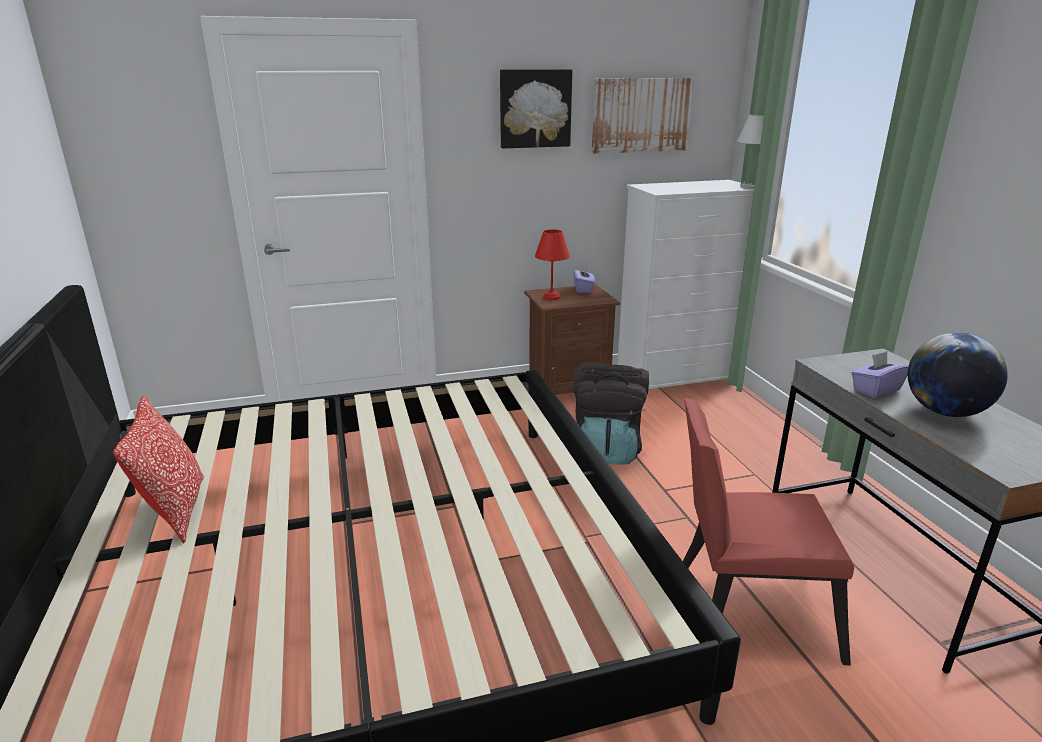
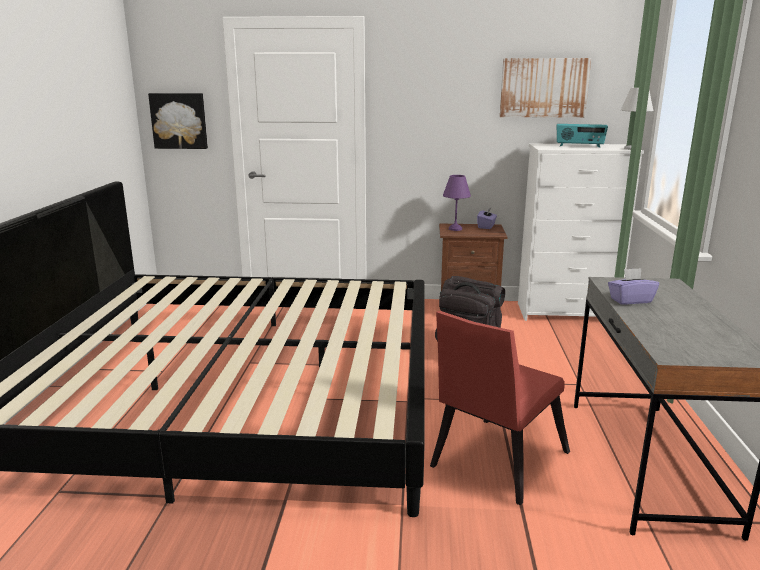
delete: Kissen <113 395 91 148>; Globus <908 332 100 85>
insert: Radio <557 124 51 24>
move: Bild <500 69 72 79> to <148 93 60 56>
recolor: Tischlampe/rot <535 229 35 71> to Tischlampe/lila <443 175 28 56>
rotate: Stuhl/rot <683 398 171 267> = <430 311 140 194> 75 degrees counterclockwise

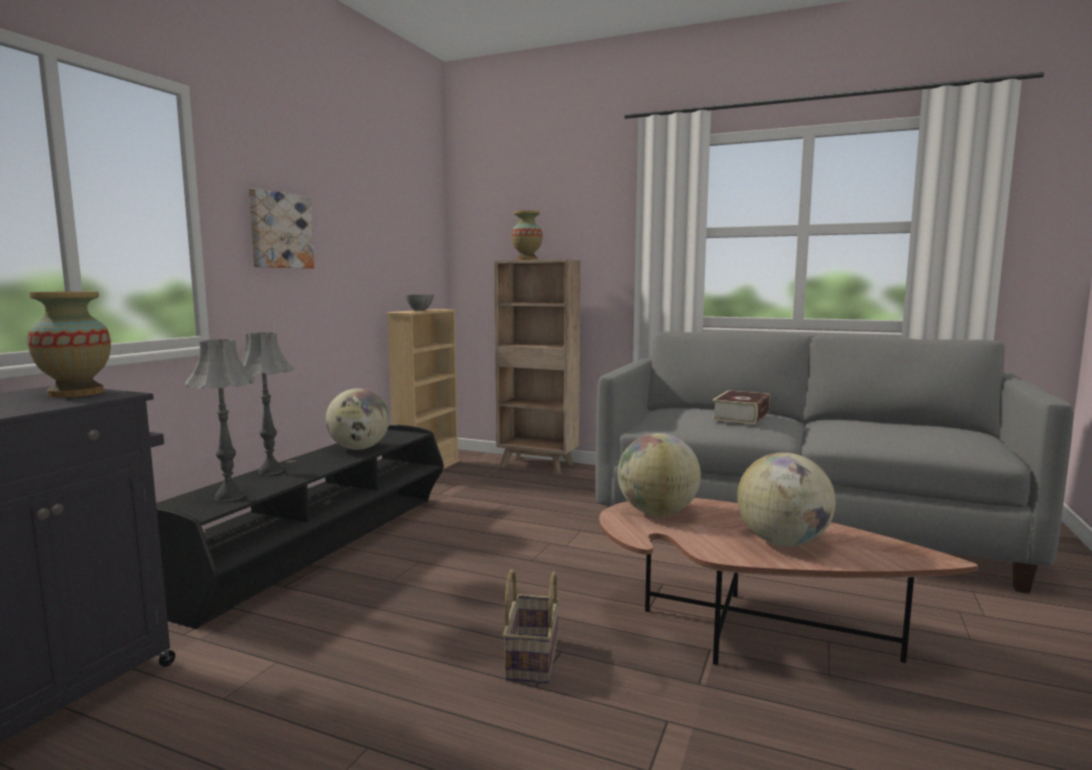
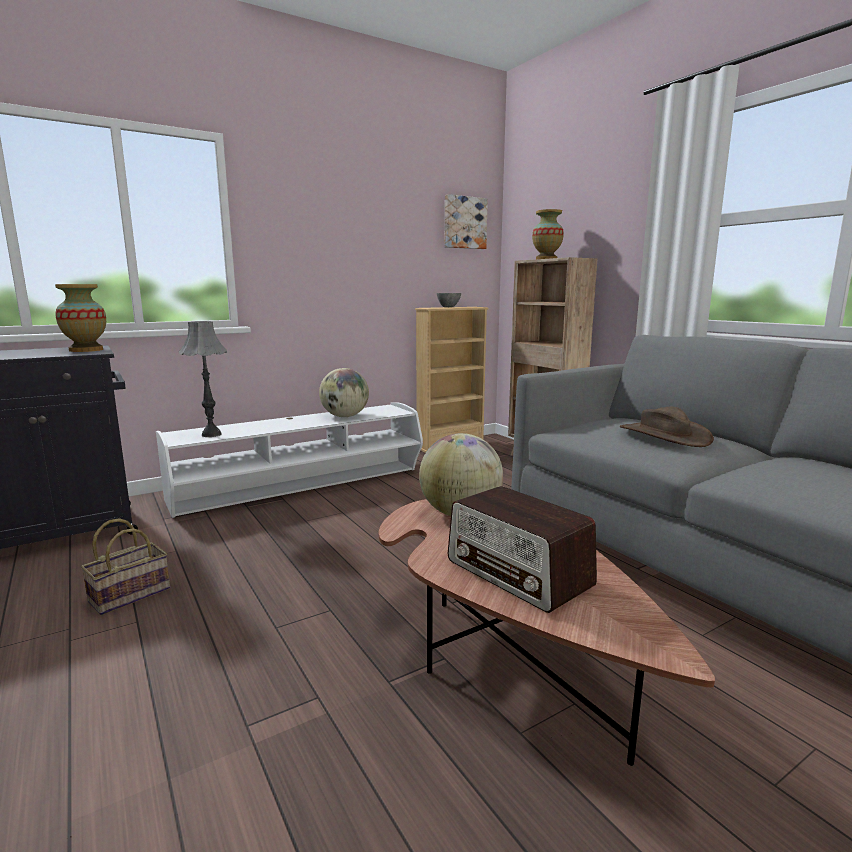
delete: Tischlampe/grau <241 332 53 143>
move: Bild <249 188 65 81> to <445 194 43 55>; Korb <503 569 56 115> to <81 518 89 97>
replace: Buch <711 390 59 34> to Hut/braun <620 407 94 40>; Globus <737 452 99 94> to Radio <448 486 149 127>
recolor: Fernsehschrank/schwarz <156 425 288 204> to Fernsehschrank/weiß <156 402 267 116>

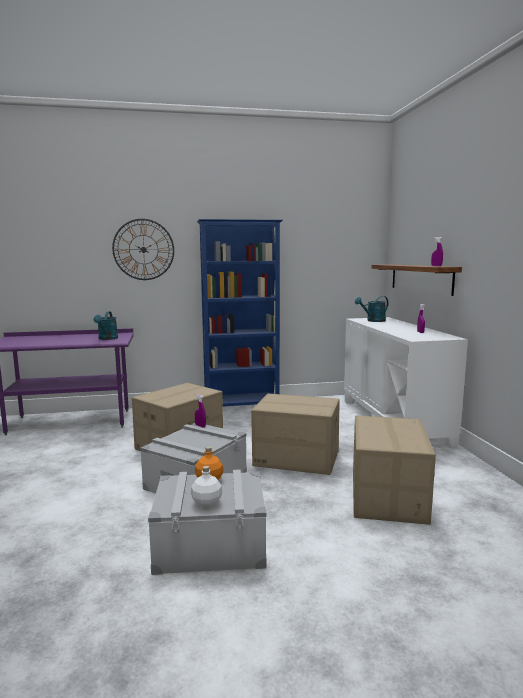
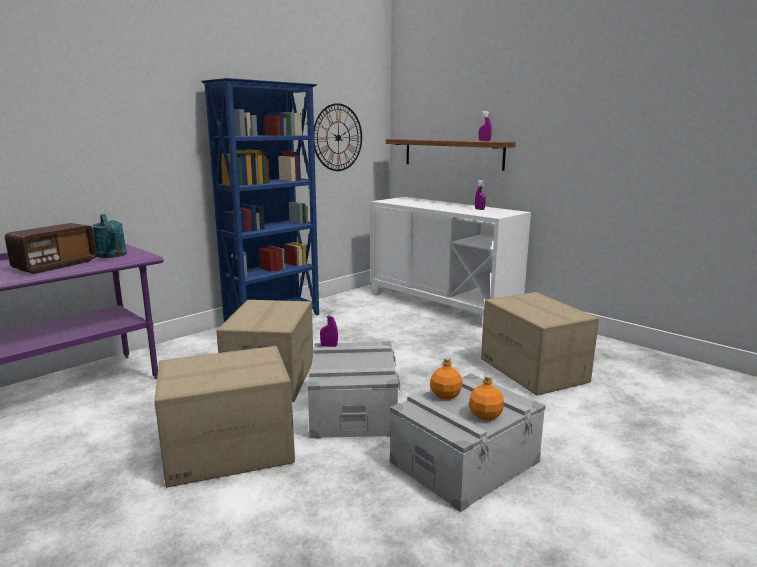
delete: Gießkanne/türkis <355 296 33 26>
insert: Radio <5 223 92 51>
move: Wanduhr <112 219 62 61> to <314 103 48 68>; Karton <251 394 89 81> to <154 346 141 141>
recolor: Flasche/weiß <191 466 32 42> to Flasche/orange <469 375 35 45>

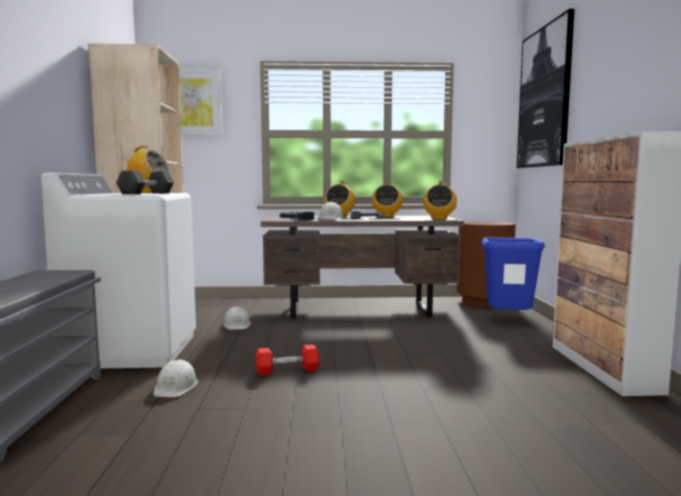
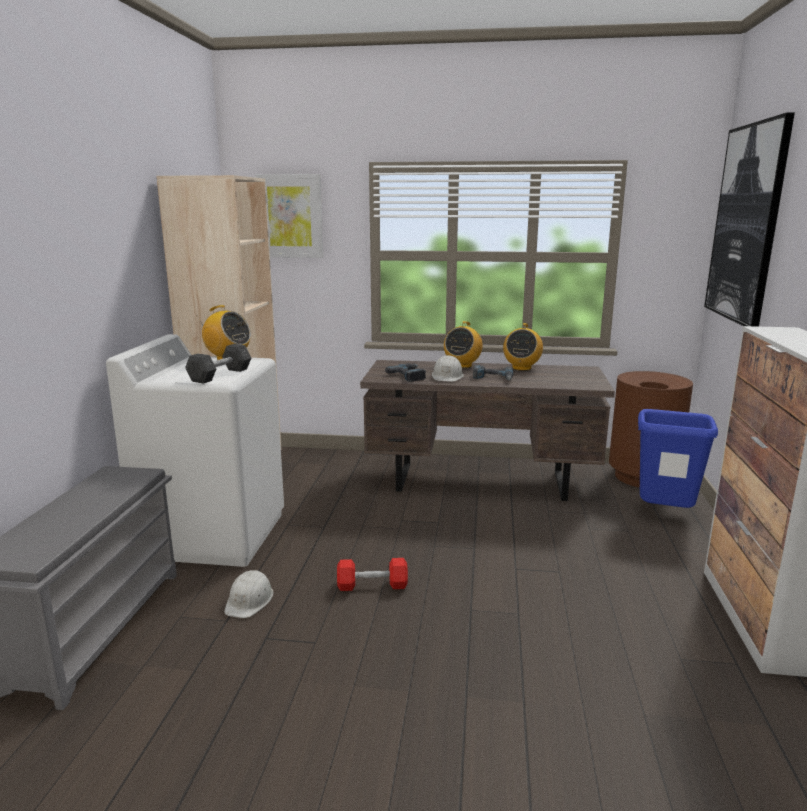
delete: Schutzhelm/weiß <223 307 28 23>; Radio <423 181 34 38>

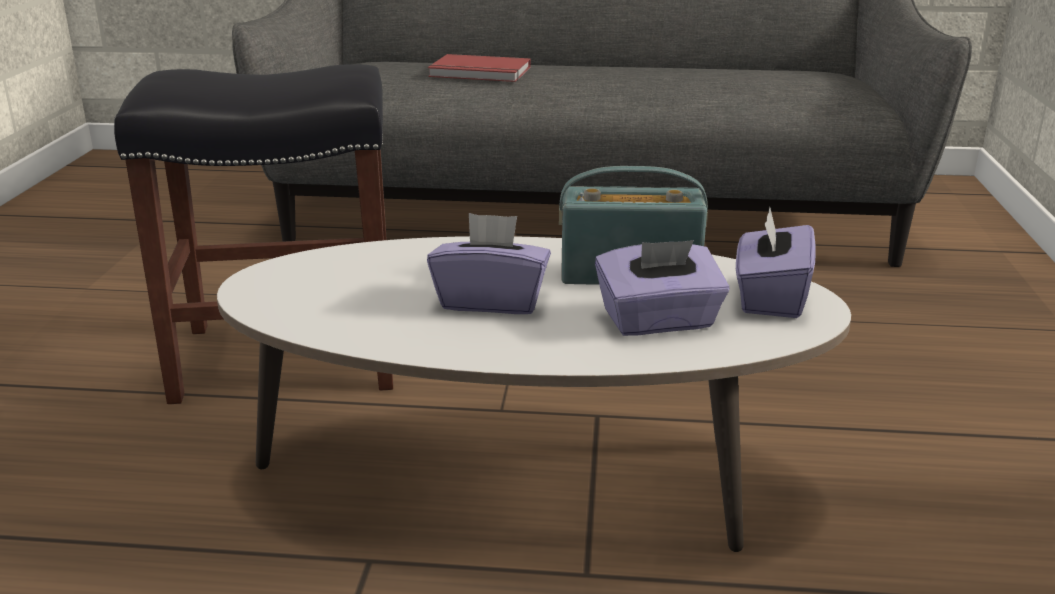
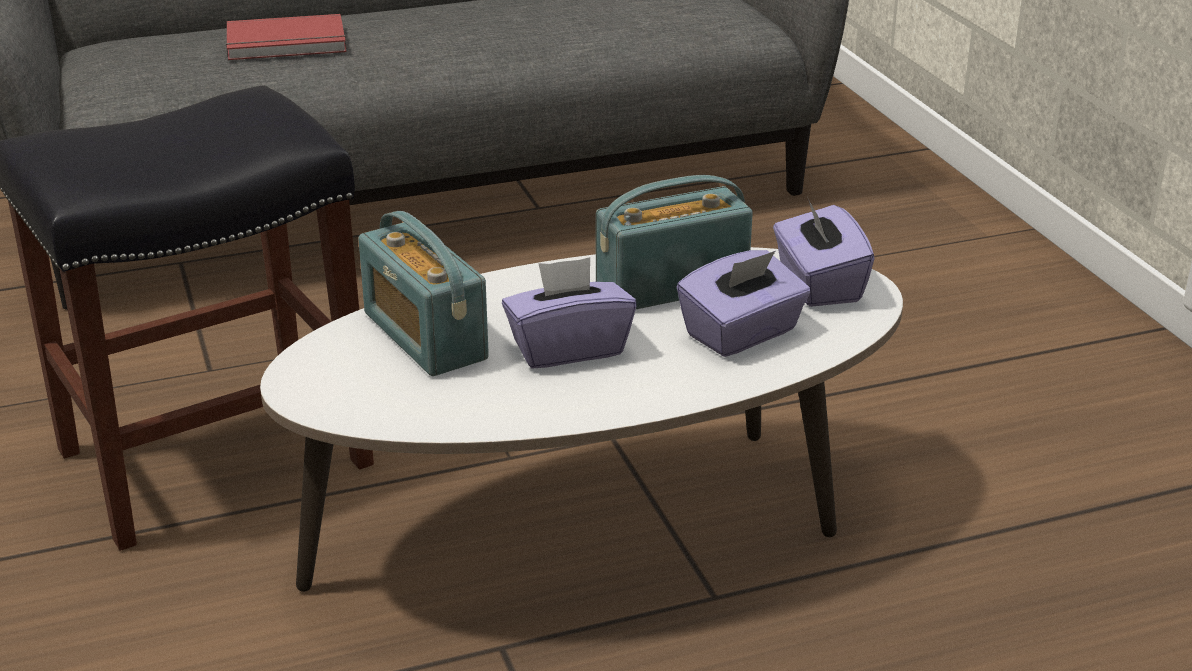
insert: Radio <358 211 131 165>

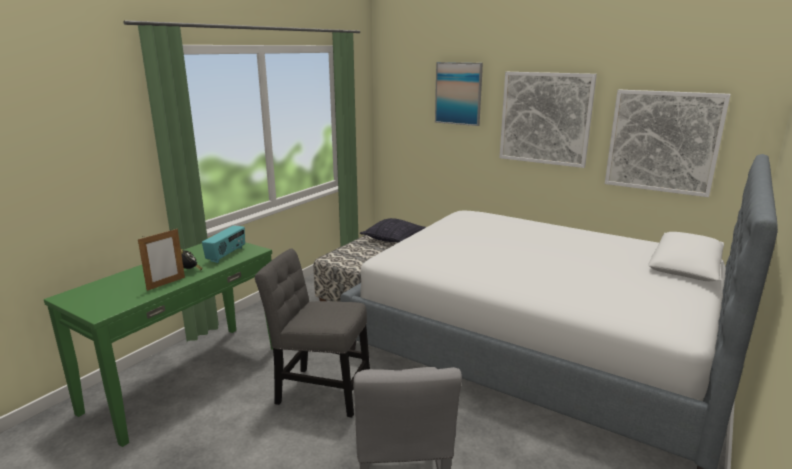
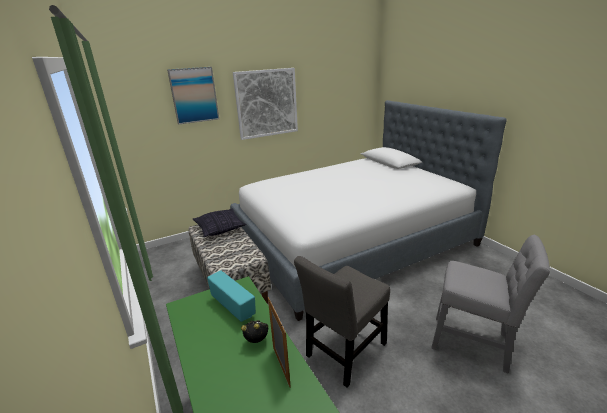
delete: Bild <605 90 126 107>

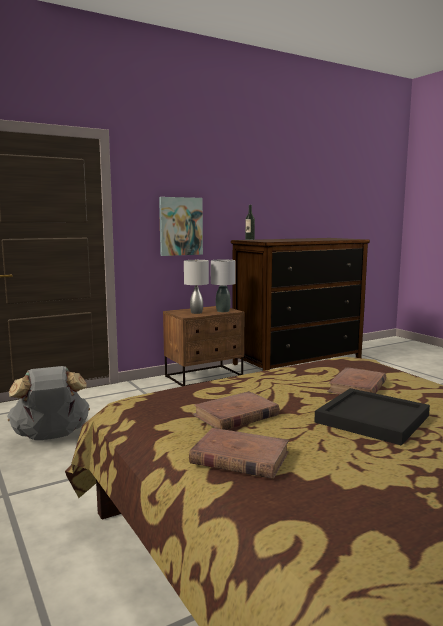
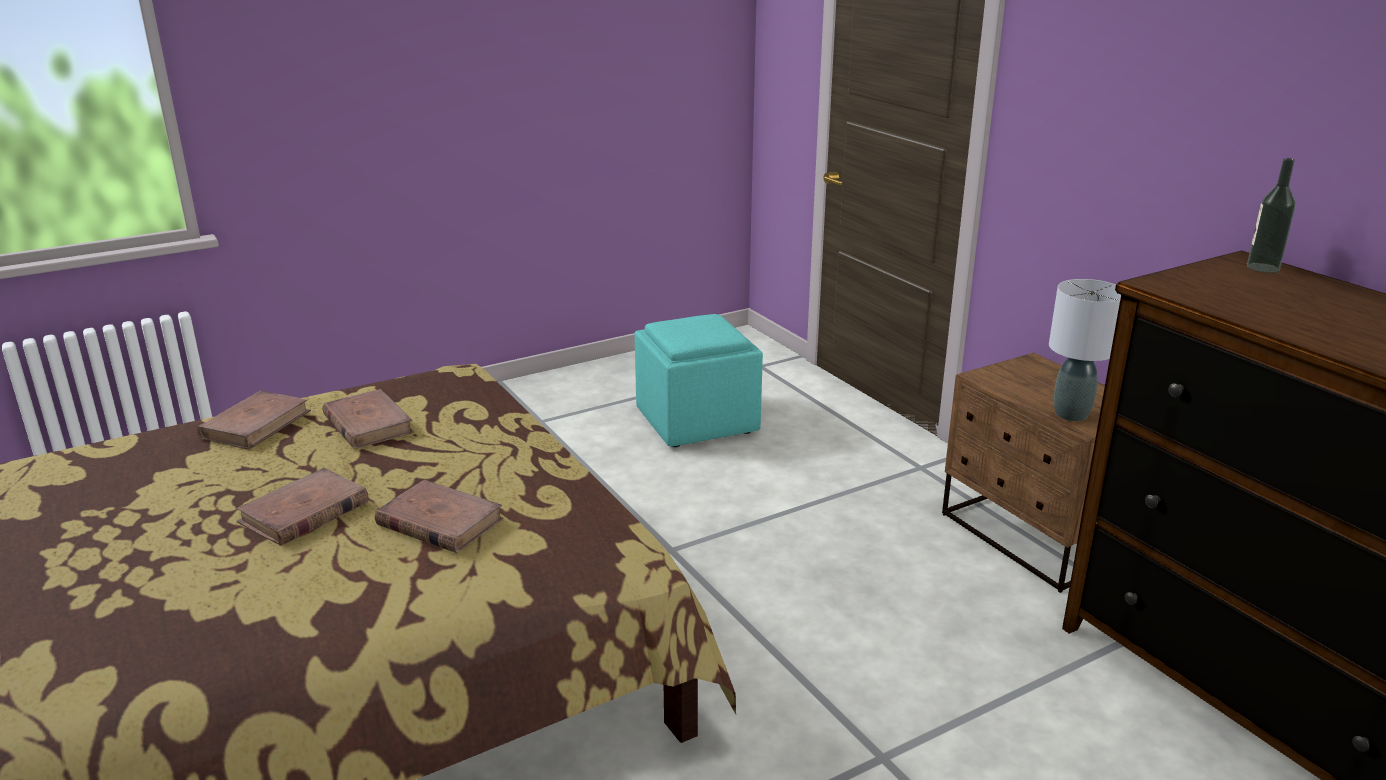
delete: Bild <159 197 44 59>; Tischlampe/grau <184 260 25 54>
replace: Rucksack/grau <7 366 83 74> to Polsterhocker/türkis <635 314 128 133>; Tablett/schwarz <314 388 116 58> to Buch/braun <237 468 132 78>

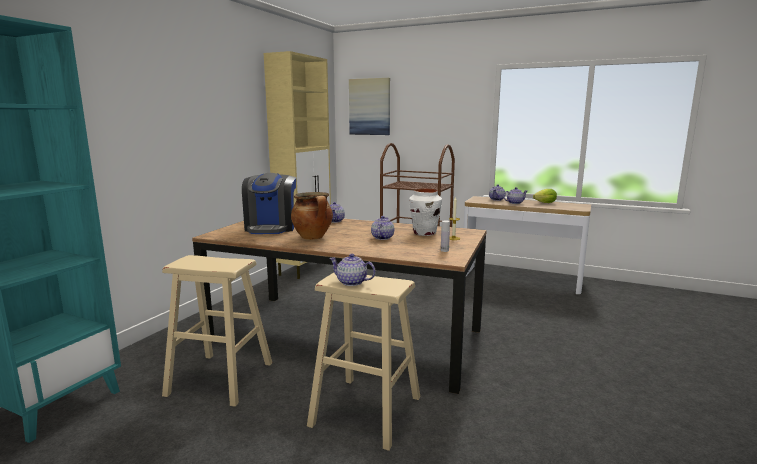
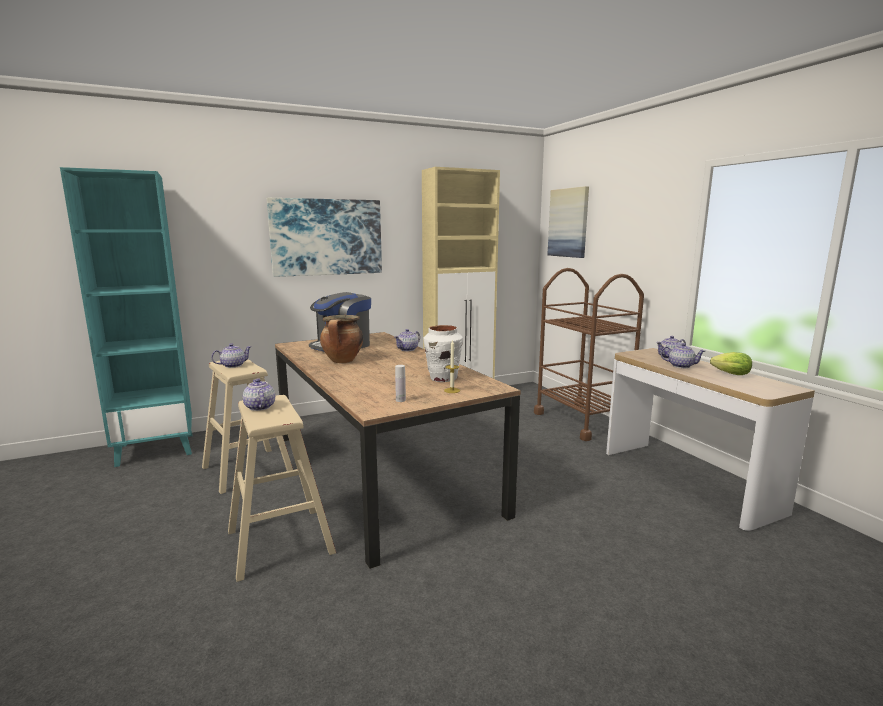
insert: Bild <267 198 115 79>
move: Teekanne <371 216 23 24> to <211 343 40 25>

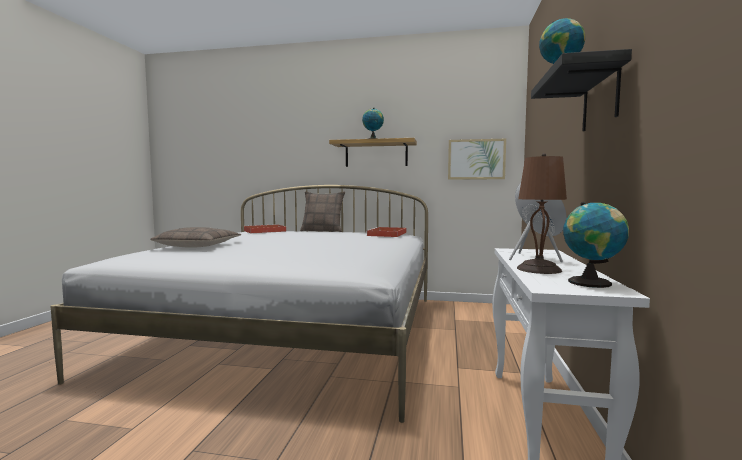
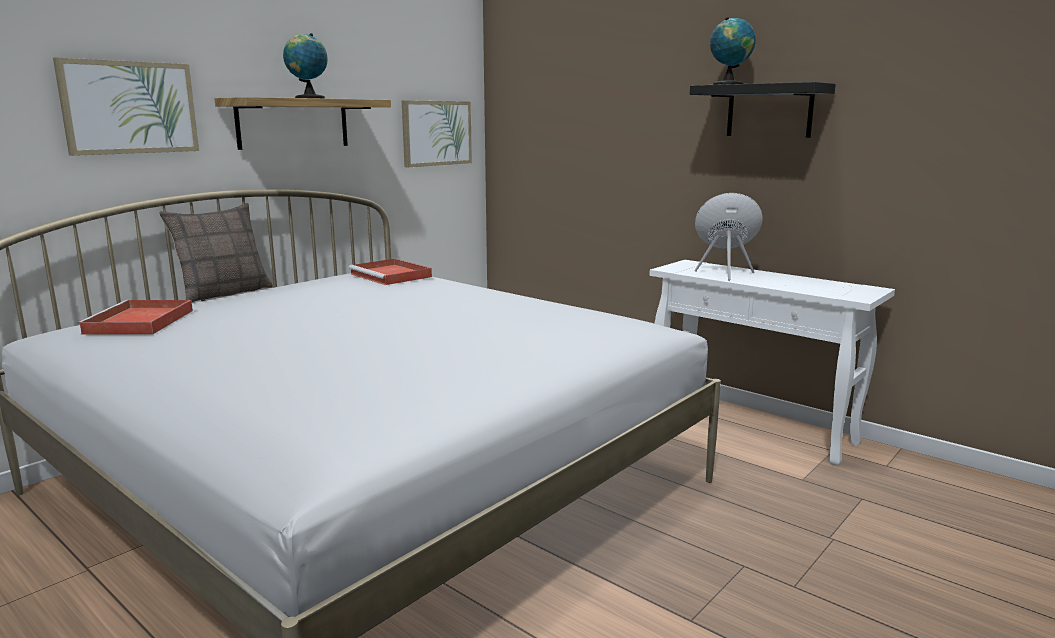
delete: Kissen <150 227 91 21>; Tischlampe/braun <517 153 50 121>; Globus <563 202 66 86>
insert: Bild <53 57 146 99>

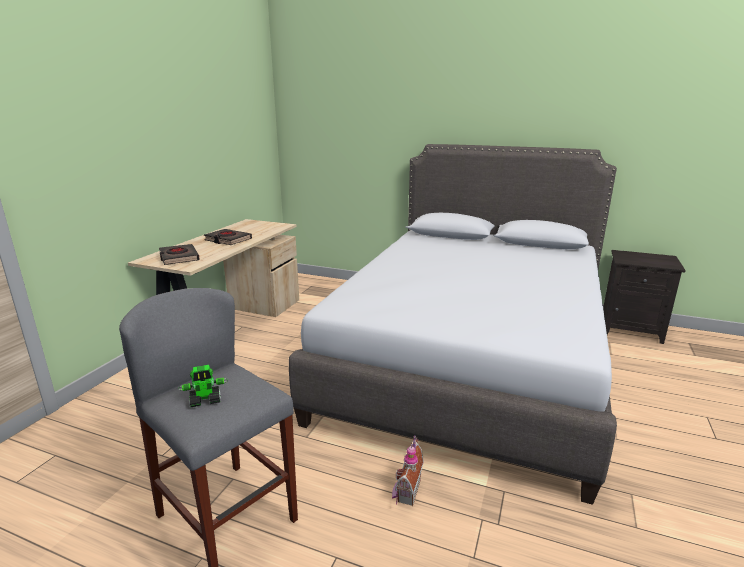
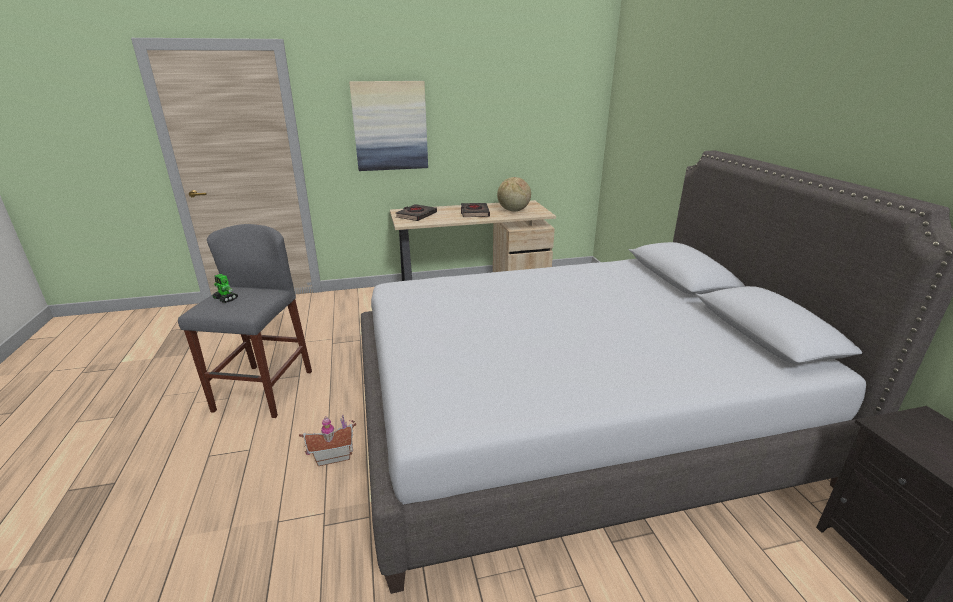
insert: Bild <349 81 79 90>; Globus <497 177 34 35>

